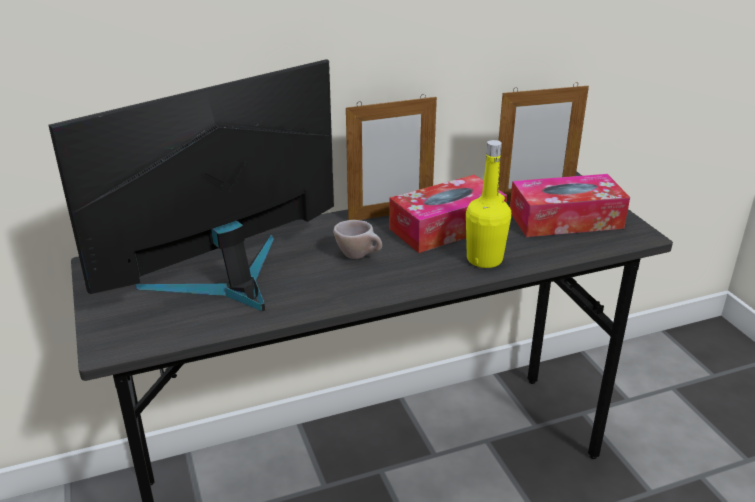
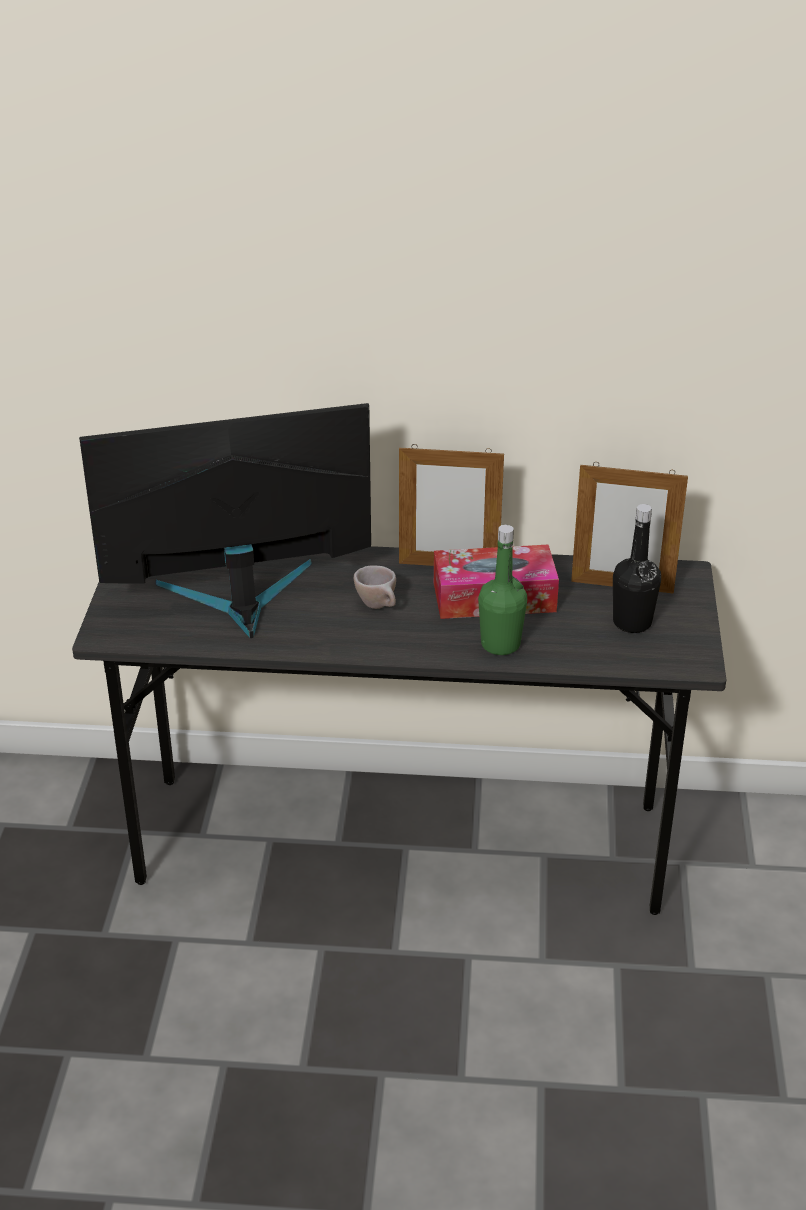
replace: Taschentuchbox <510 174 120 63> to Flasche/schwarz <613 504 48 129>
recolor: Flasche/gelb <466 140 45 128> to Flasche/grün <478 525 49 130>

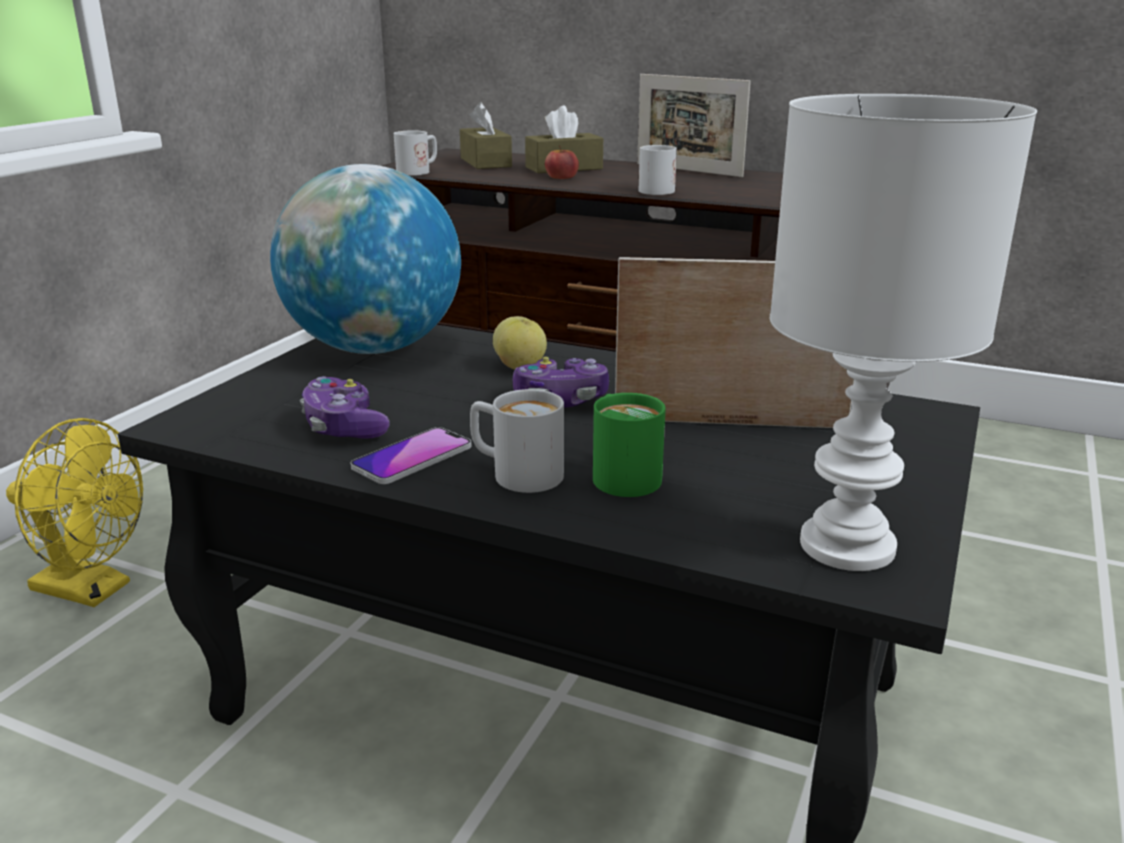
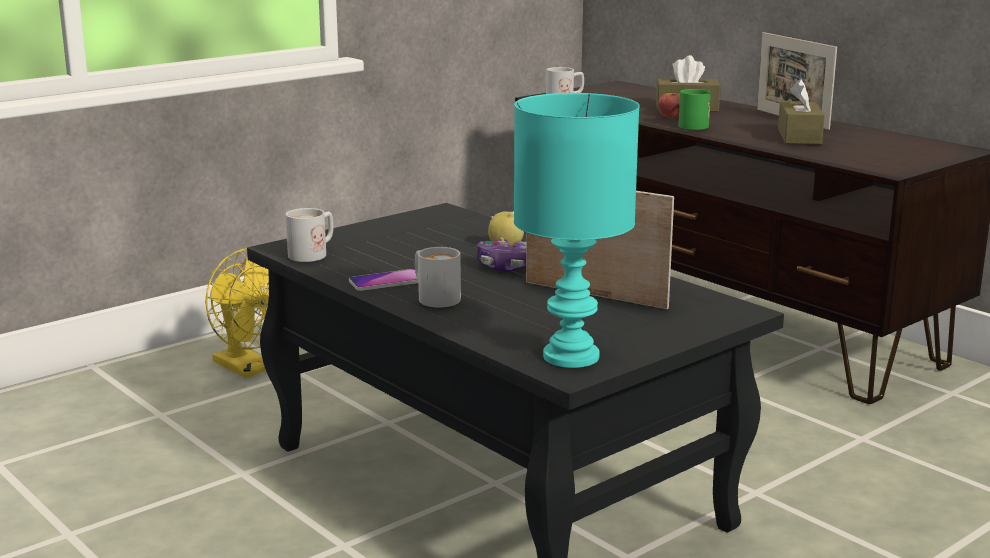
delete: Globus <270 164 191 190>; Gamepad <300 376 90 63>
move: Taschentuchbox/braun <460 102 52 67> to <778 79 47 66>; Henkelbecher/grün <593 393 73 104> to <679 89 32 41>; Henkelbecher/weiß <639 145 38 50> to <286 208 47 54>
recolor: Tischlampe/weiß <769 94 268 477> to Tischlampe/türkis <514 93 126 275>

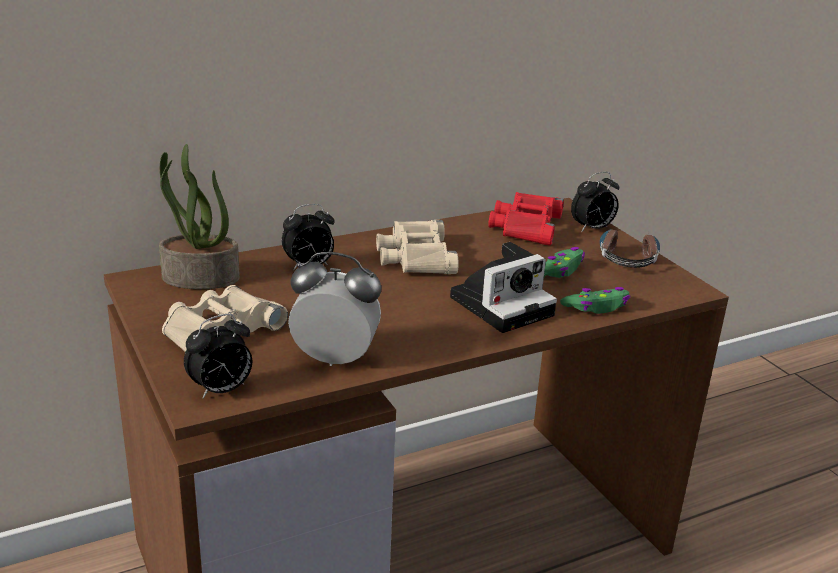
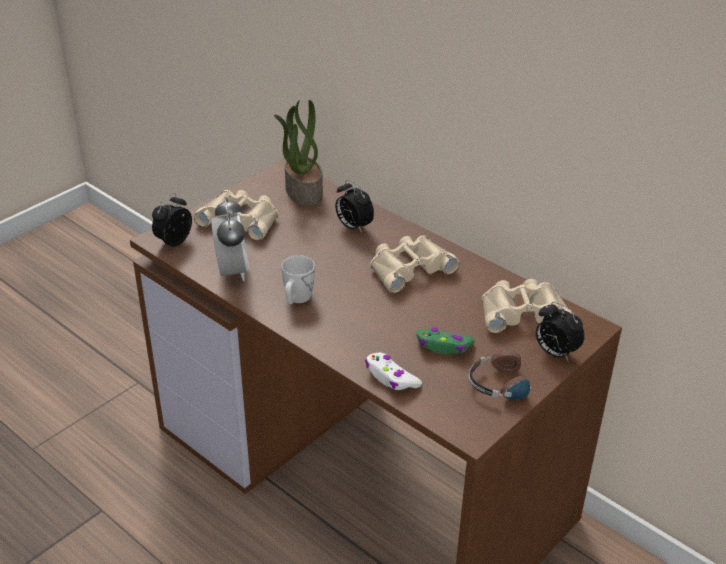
delete: Kamera <450 242 107 91>
insert: Henkelbecher/weiß <281 255 34 49>
recolor: Fernglas/rot <488 192 76 54> to Fernglas/beige <482 279 90 54>; Gamepad/grün <560 287 71 27> to Gamepad/weiß <365 352 57 38>
rotate: Wecker <184 314 68 85> = <152 193 40 55> 90 degrees clockwise

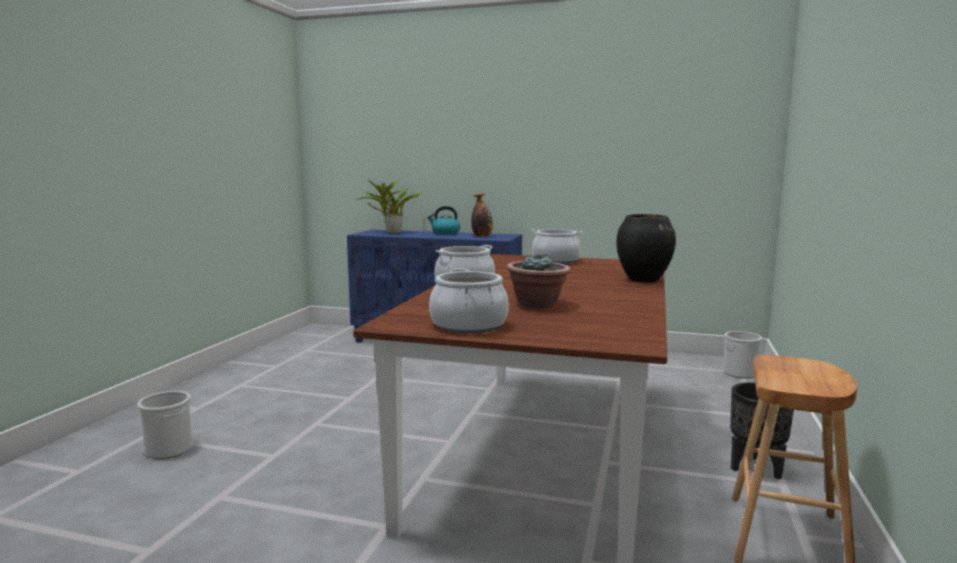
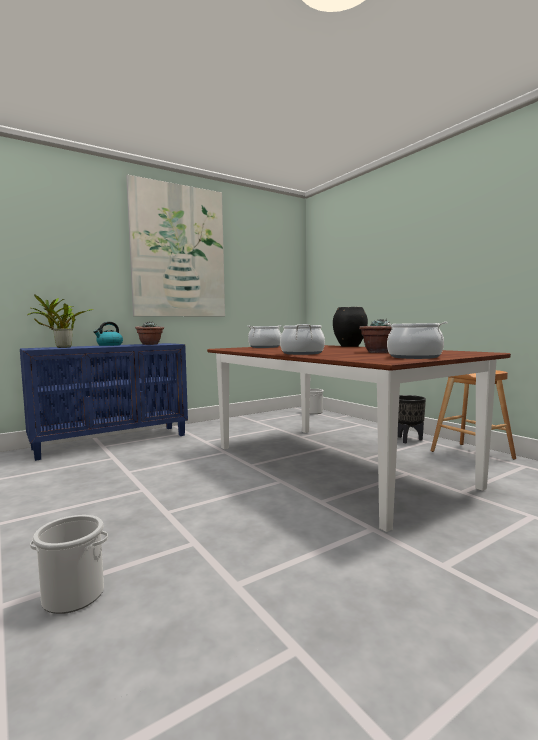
insert: Bild <126 175 99 141>
replace: Flasche <471 193 22 44> to Topfpflanze <135 321 29 24>

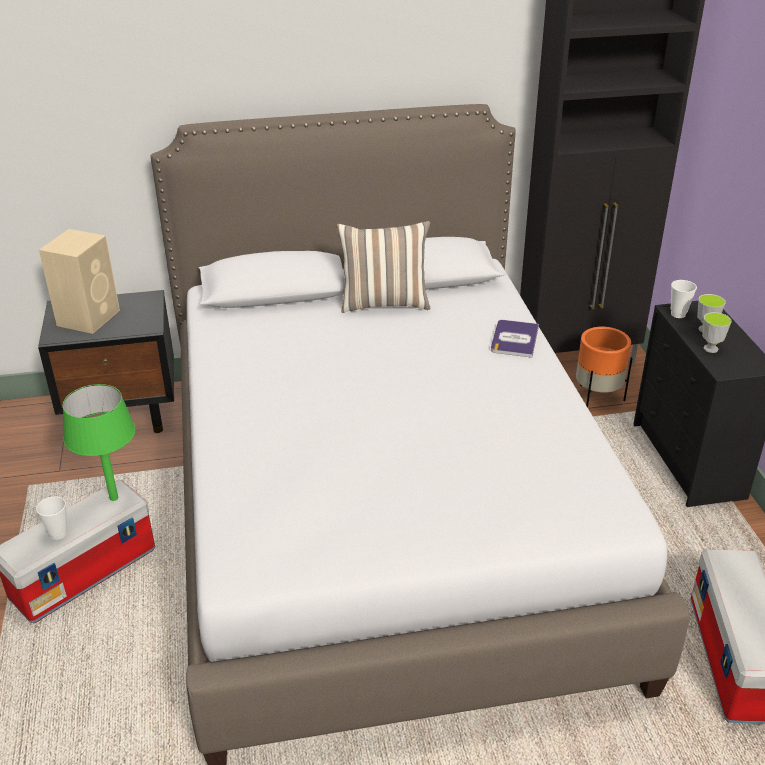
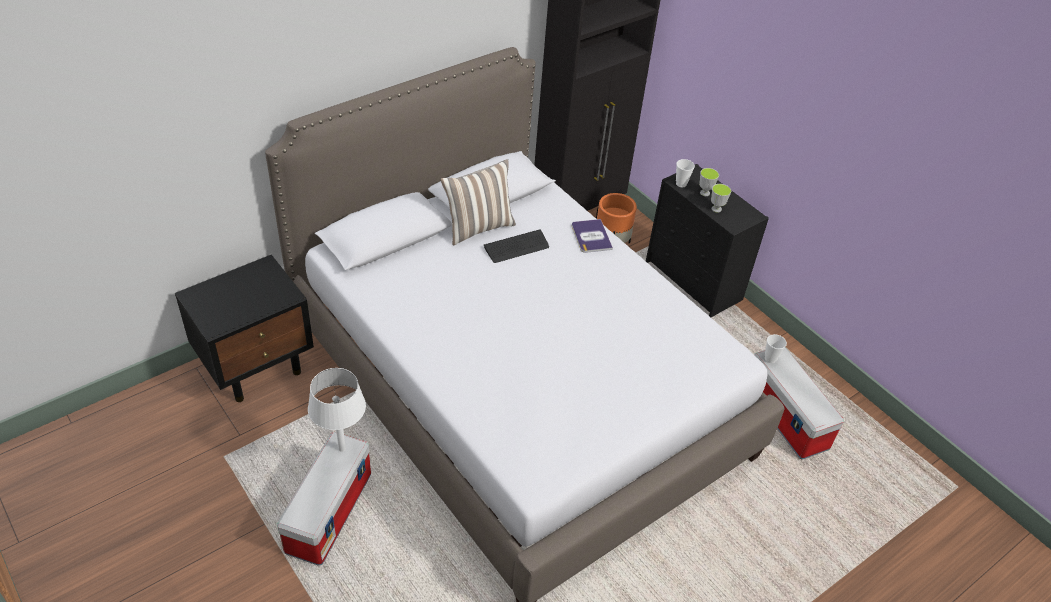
delete: Lautsprecher/beige <39 229 81 105>
insert: Tastatur <484 230 65 33>
move: Tasse <36 496 31 44> to <765 334 22 29>
recolor: Tischlampe/grün <63 384 72 117> to Tischlampe/weiß <308 368 58 84>

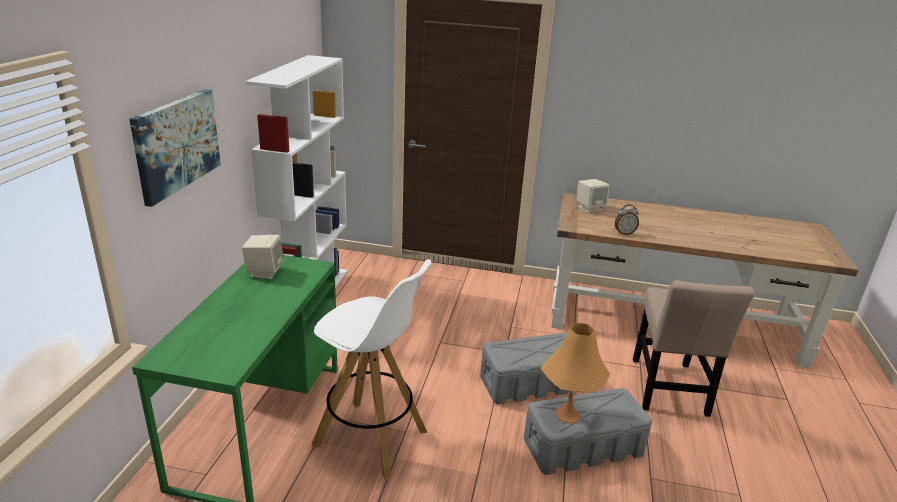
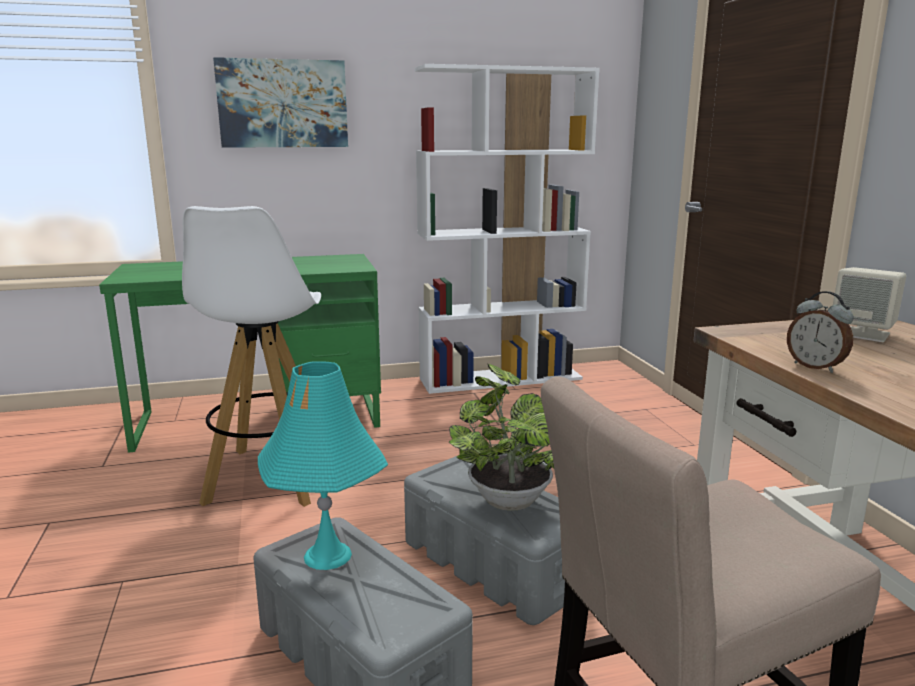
delete: Lautsprecher/beige <242 235 42 44>
insert: Topfpflanze <449 364 105 147>
recolor: Tischlampe/orange <541 323 69 101> to Tischlampe/türkis <258 361 130 209>

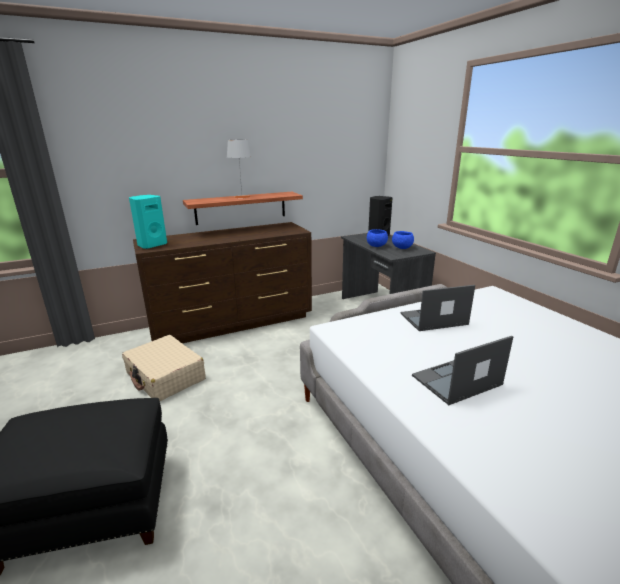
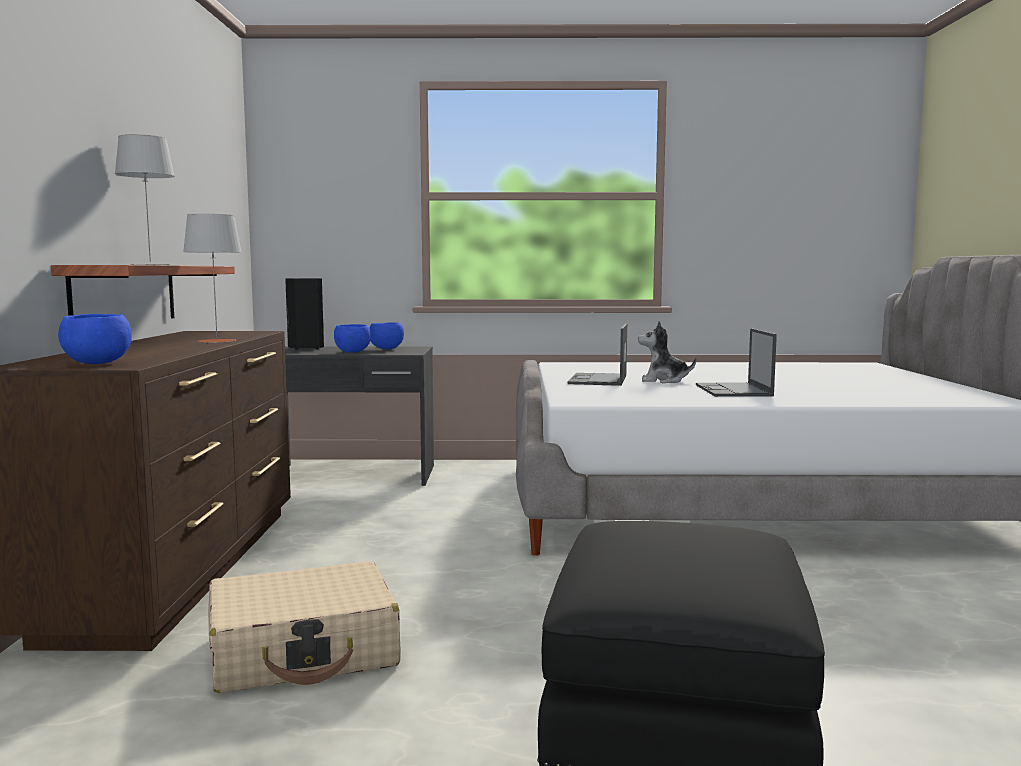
insert: Tischlampe/grau <183 214 58 129>; Plüschtier <638 321 59 62>
replace: Lautsprecher/türkis <129 195 38 54> to Schüssel/blau <58 314 74 50>

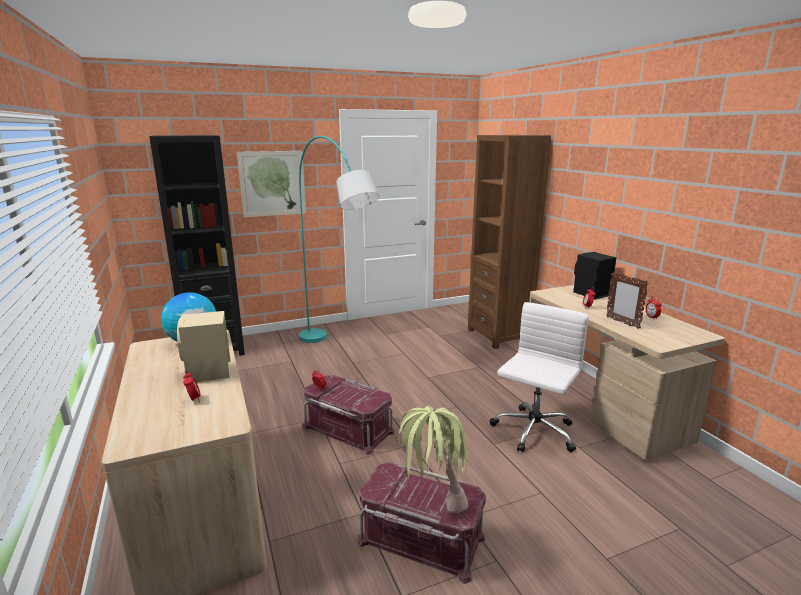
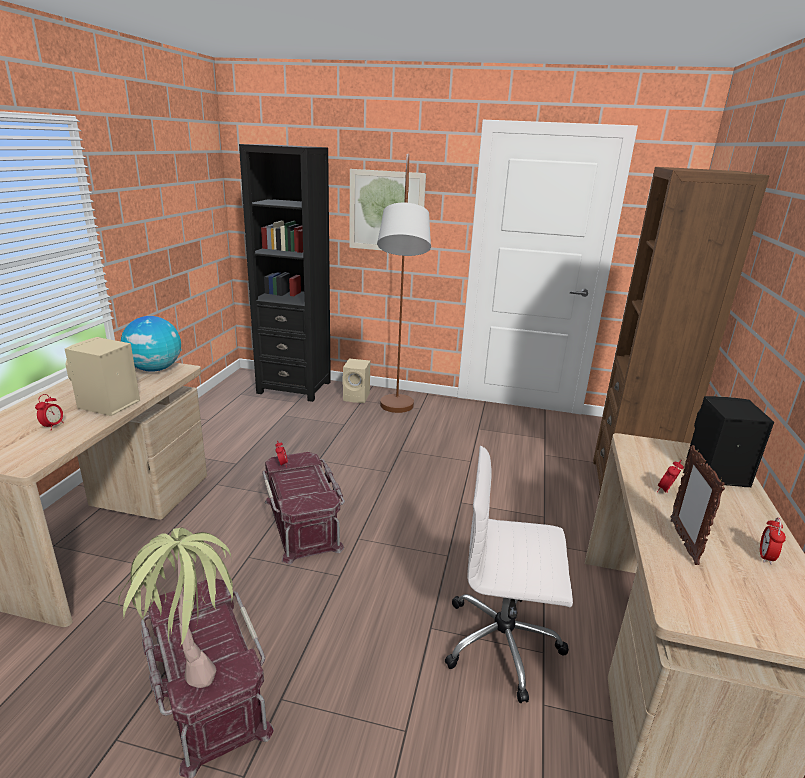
insert: Lautsprecher/beige <342 359 28 44>
recolor: Stehlampe/türkis <299 136 80 207> to Stehlampe/braun <377 154 54 259>
rotate: Bürostuhl/weiß <490 302 99 150> = <445 446 128 257> 150 degrees counterclockwise

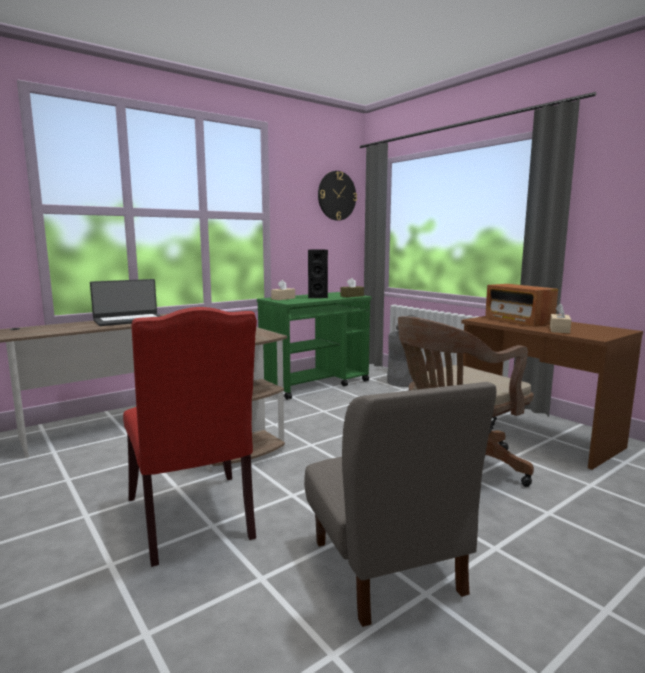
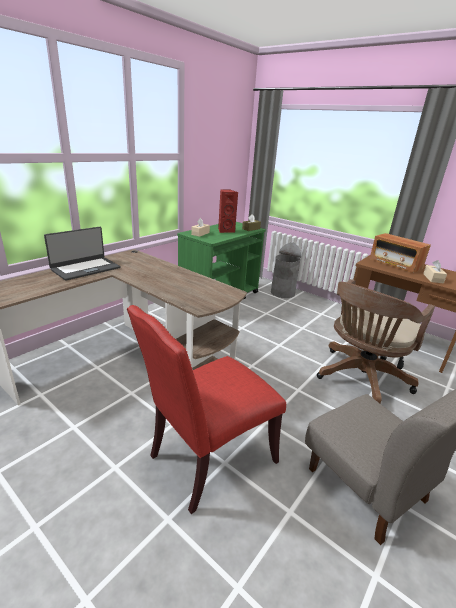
delete: Wanduhr <318 171 39 50>
recolor: Lautsprecher/schwarz <308 249 20 49> to Lautsprecher/rot <218 189 20 44>
rotate: Stuhl/rot <123 307 134 260> = <127 305 159 209> 90 degrees clockwise

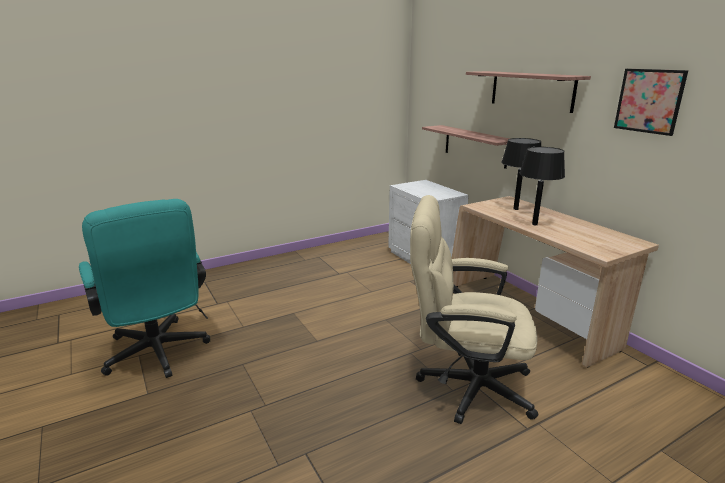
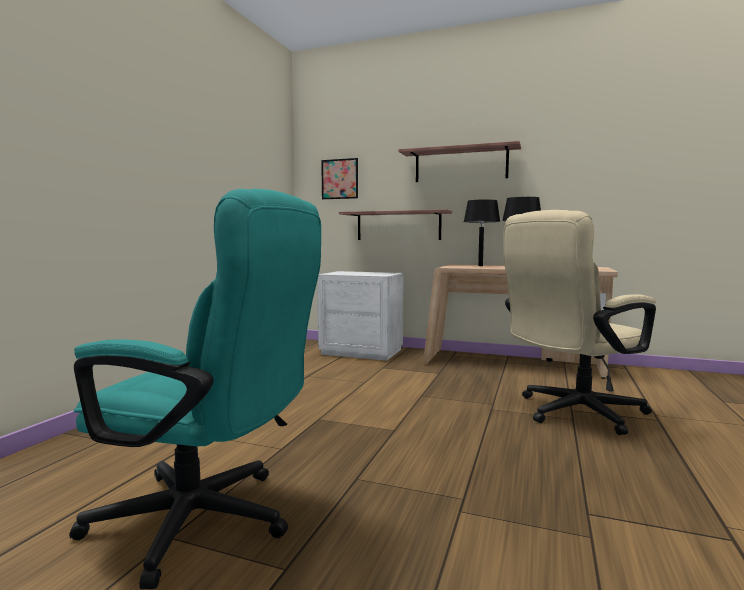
move: Bild <614 69 74 67> to <321 158 37 41>

